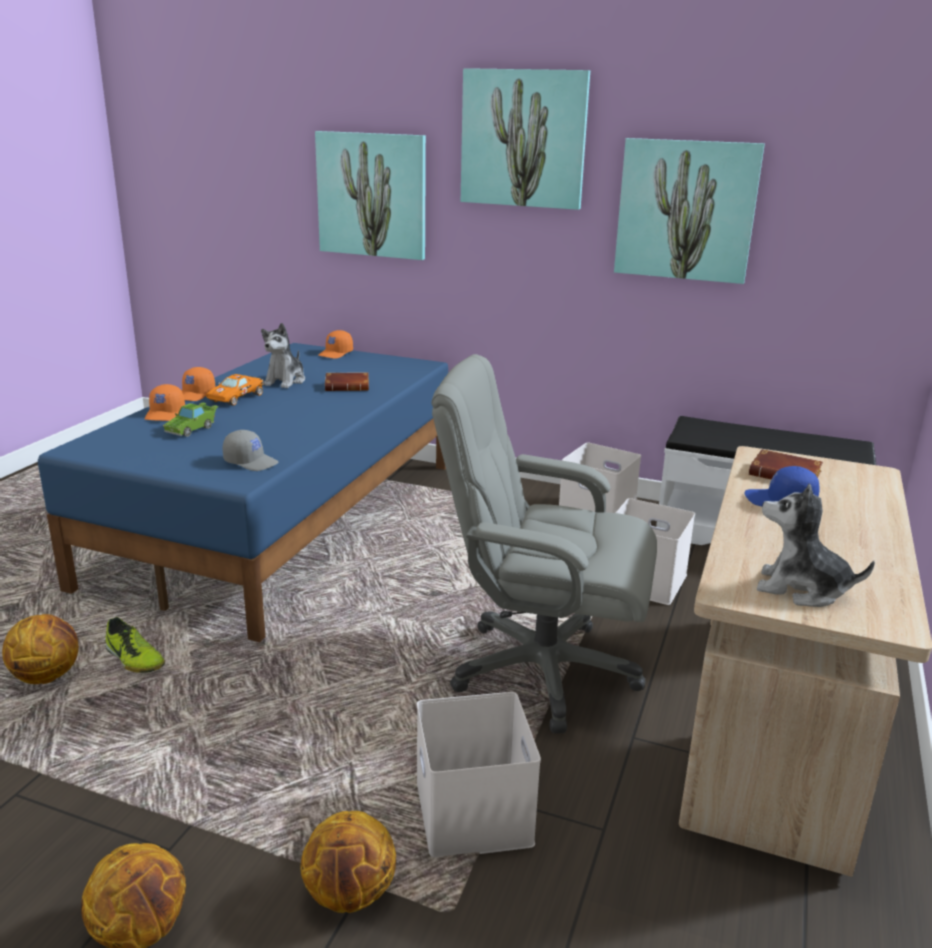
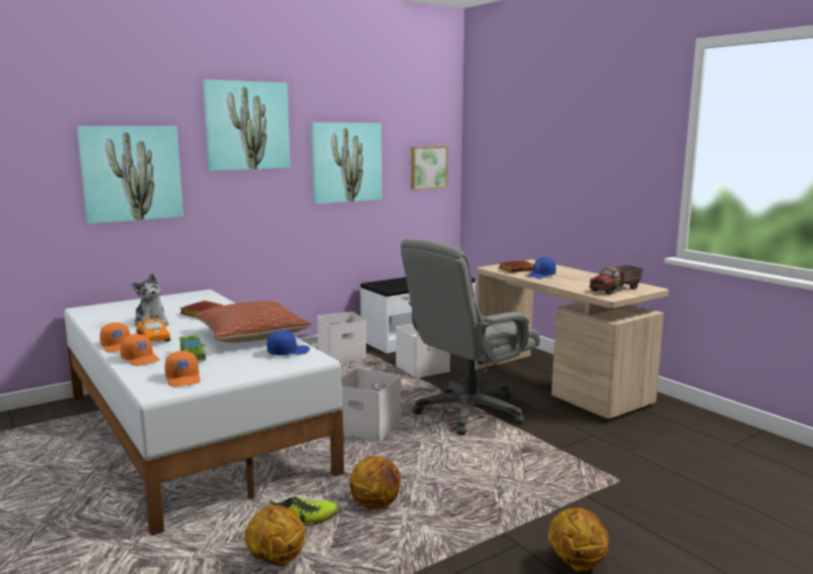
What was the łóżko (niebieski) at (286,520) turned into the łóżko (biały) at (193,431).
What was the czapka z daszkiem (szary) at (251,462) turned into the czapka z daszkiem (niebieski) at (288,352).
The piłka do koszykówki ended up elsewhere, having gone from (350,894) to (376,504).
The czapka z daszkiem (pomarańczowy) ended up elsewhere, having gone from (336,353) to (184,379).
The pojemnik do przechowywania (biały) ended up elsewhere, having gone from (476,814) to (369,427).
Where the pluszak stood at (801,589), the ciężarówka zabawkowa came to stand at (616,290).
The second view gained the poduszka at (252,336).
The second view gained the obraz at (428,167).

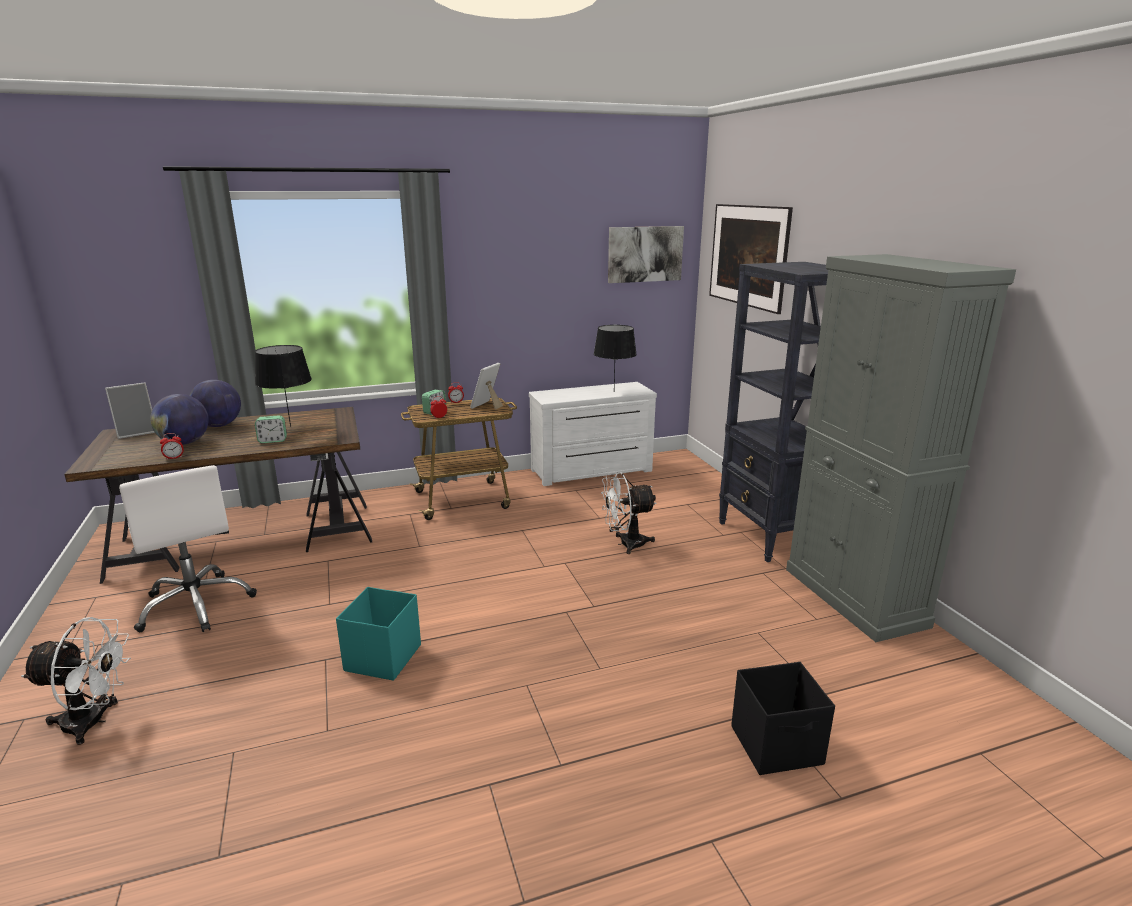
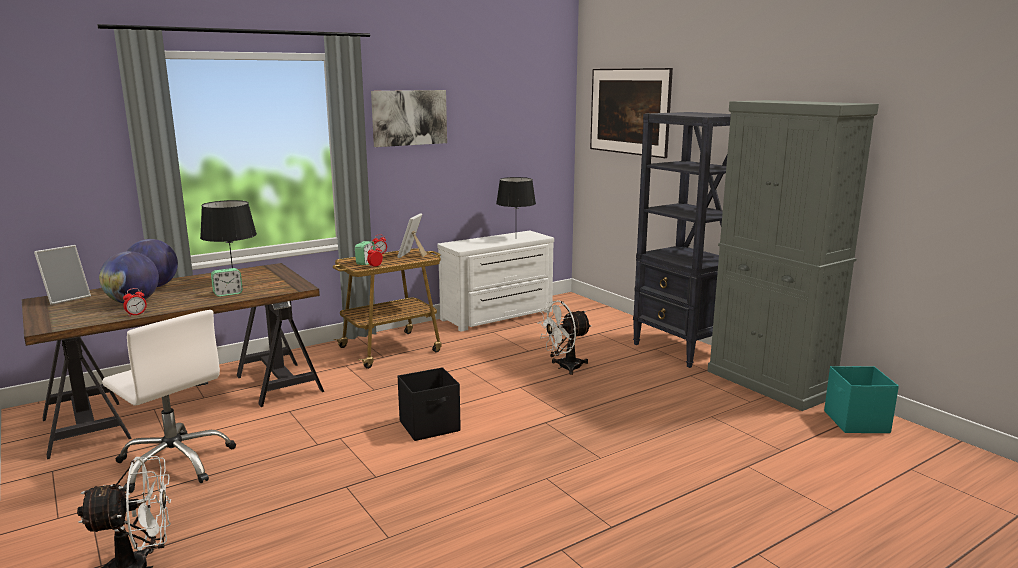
The pojemnik do przechowywania (turkusowy) ended up elsewhere, having gone from (382,658) to (856,422).
The obraz ended up elsewhere, having gone from (645,254) to (409,117).
The pojemnik do przechowywania (czarny) ended up elsewhere, having gone from (777,746) to (430,426).

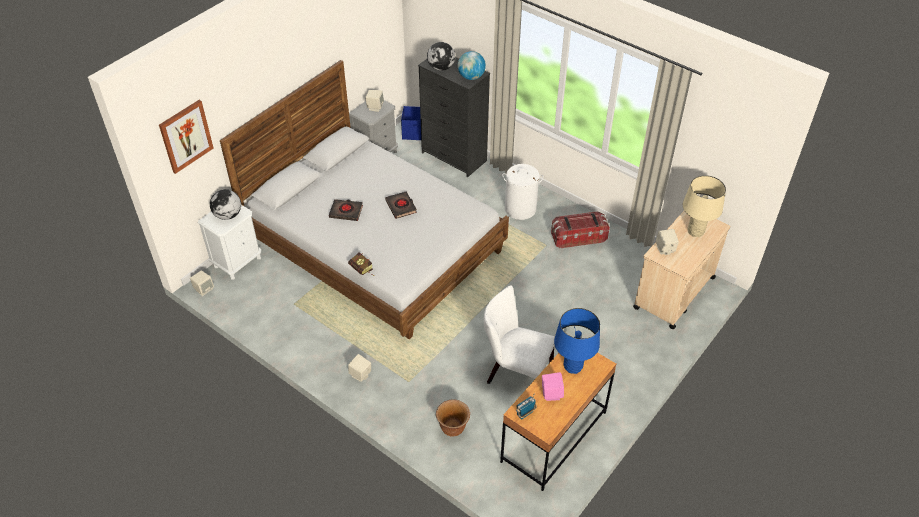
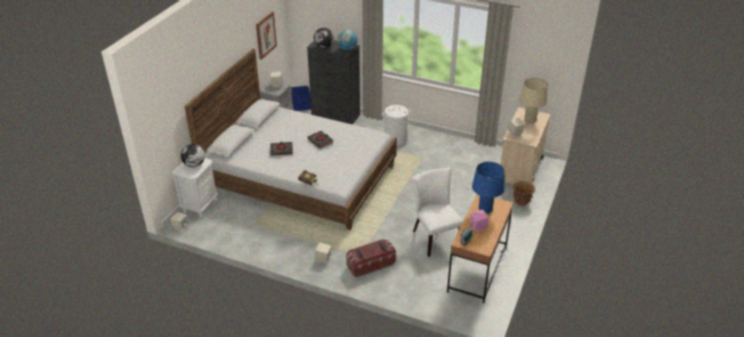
The obraz ended up elsewhere, having gone from (186,136) to (265,35).
The donica (brązowy) ended up elsewhere, having gone from (453,428) to (521,201).
The krzesło (biały) at (515,373) ended up facing another way, 60 degrees clockwise from before.
The pojemnik do przechowywania ended up elsewhere, having gone from (578,237) to (370,264).

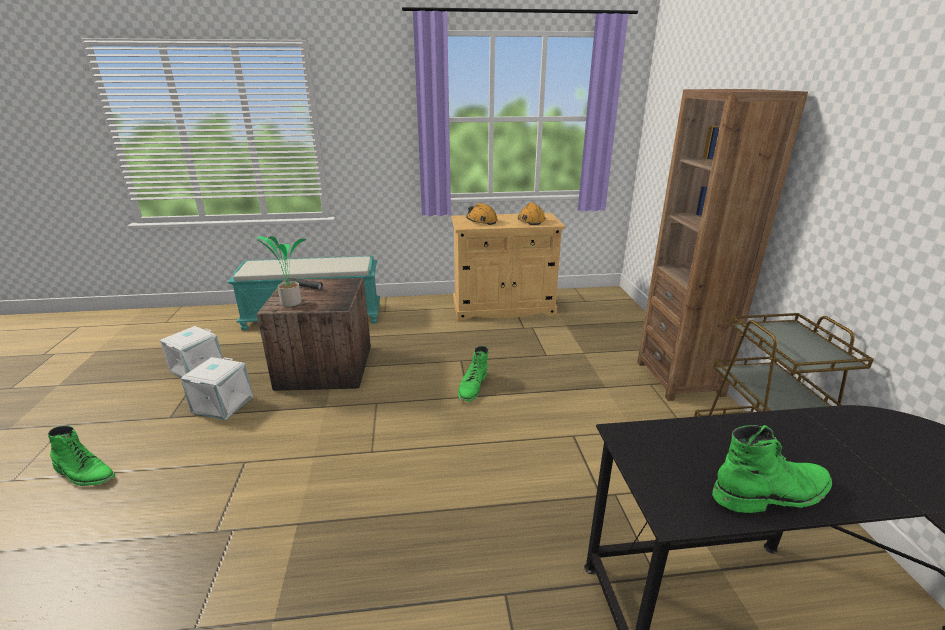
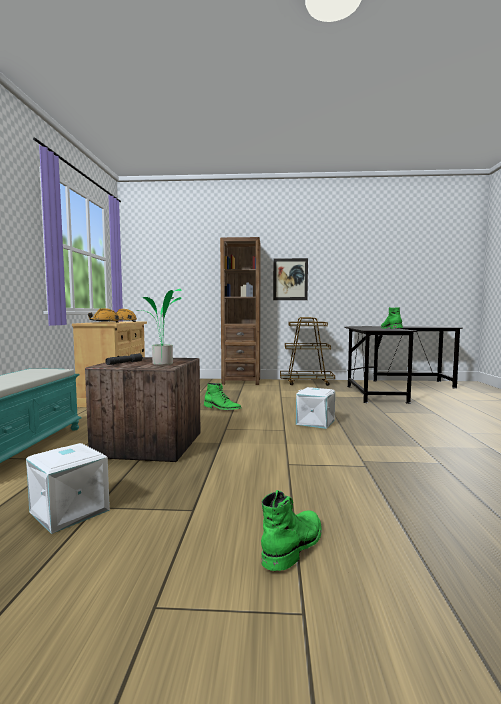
The pojemnik do przechowywania (biały) ended up elsewhere, having gone from (223,405) to (316,422).
The second view gained the obraz at (290,279).

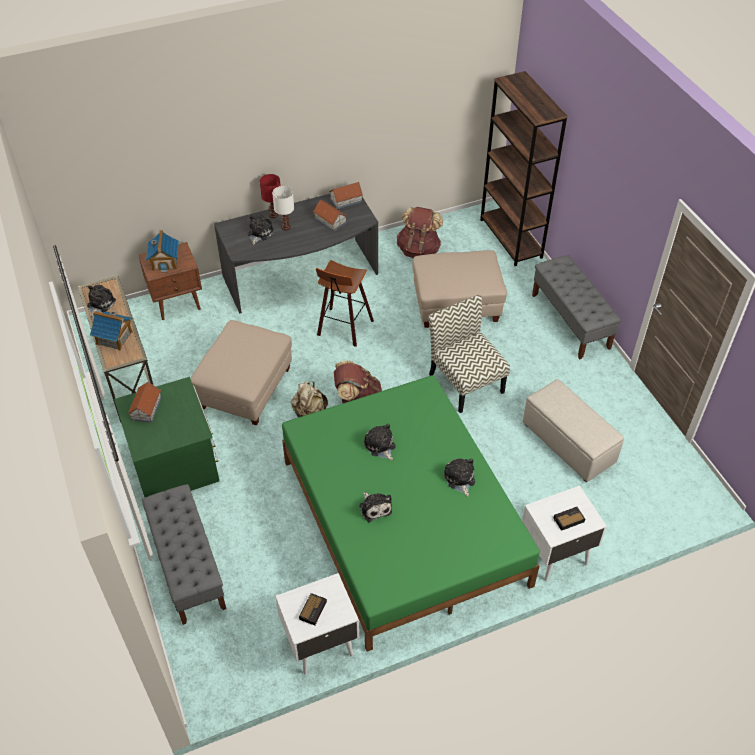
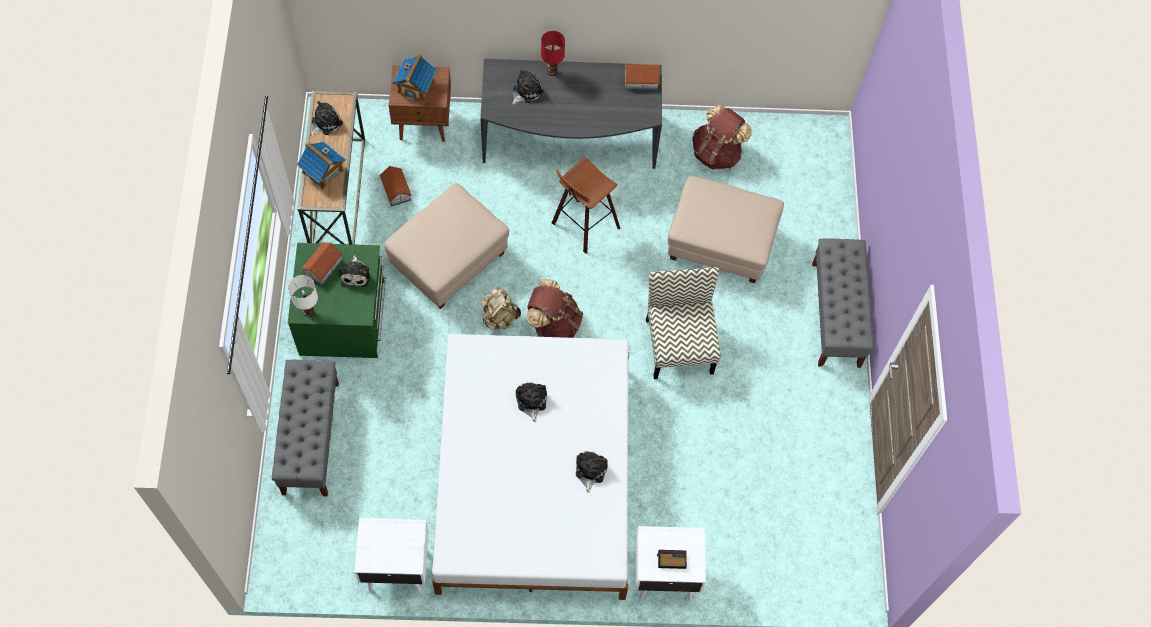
The lampa stołowa (biały) ended up elsewhere, having gone from (285,227) to (308,311).
What was the łóżko (zielony) at (403,521) turned into the łóżko (biały) at (533,477).
The second view lost the budzik at (313,610).
The domek ended up elsewhere, having gone from (330,220) to (396,190).
The pluszak ended up elsewhere, having gone from (374,507) to (355,274).
The second view lost the regał (brązowy) at (511,238).
The second view lost the pufa (beżowy) at (568,444).

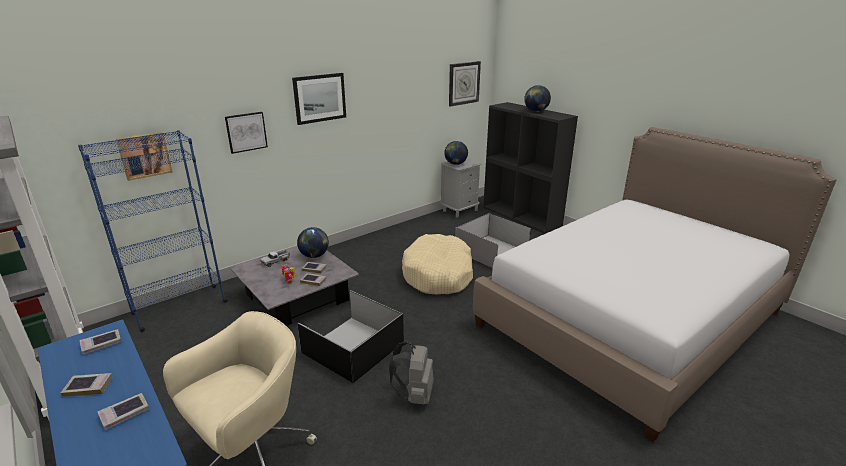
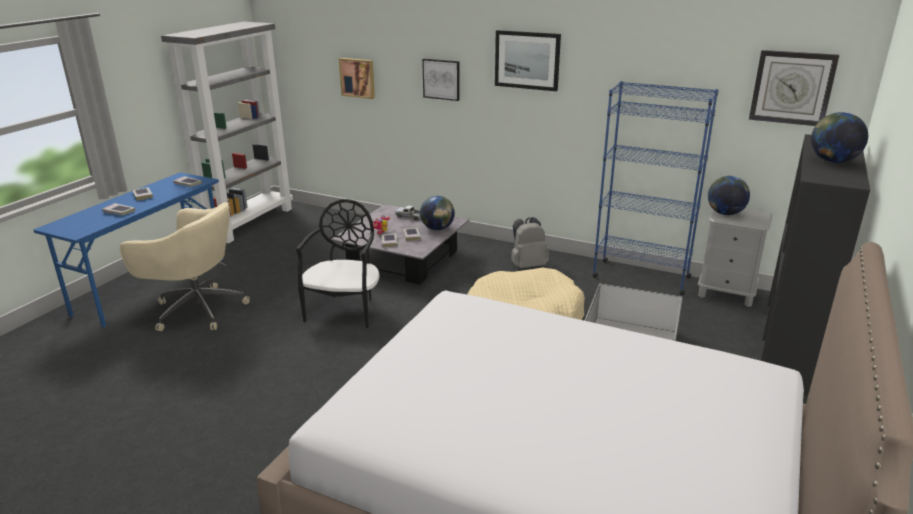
The regał (niebieski) ended up elsewhere, having gone from (179,308) to (640,277).
Where the pojemnik do przechowywania (czarny) stood at (353,347), the krzesło (czarny) came to stand at (345,310).
The plecak (szary) ended up elsewhere, having gone from (415,394) to (527,265).

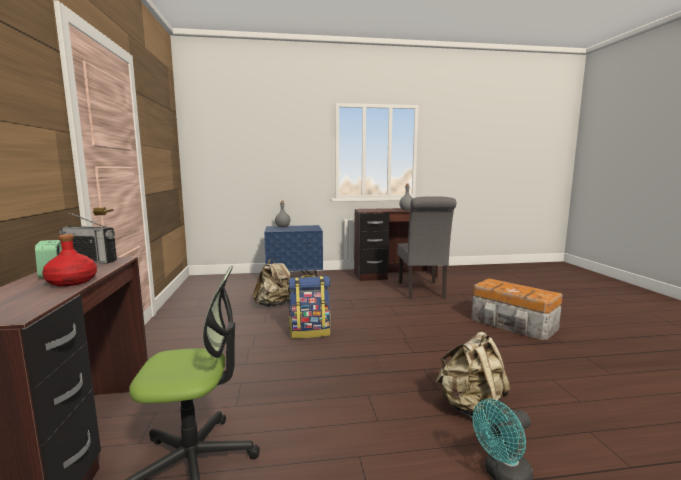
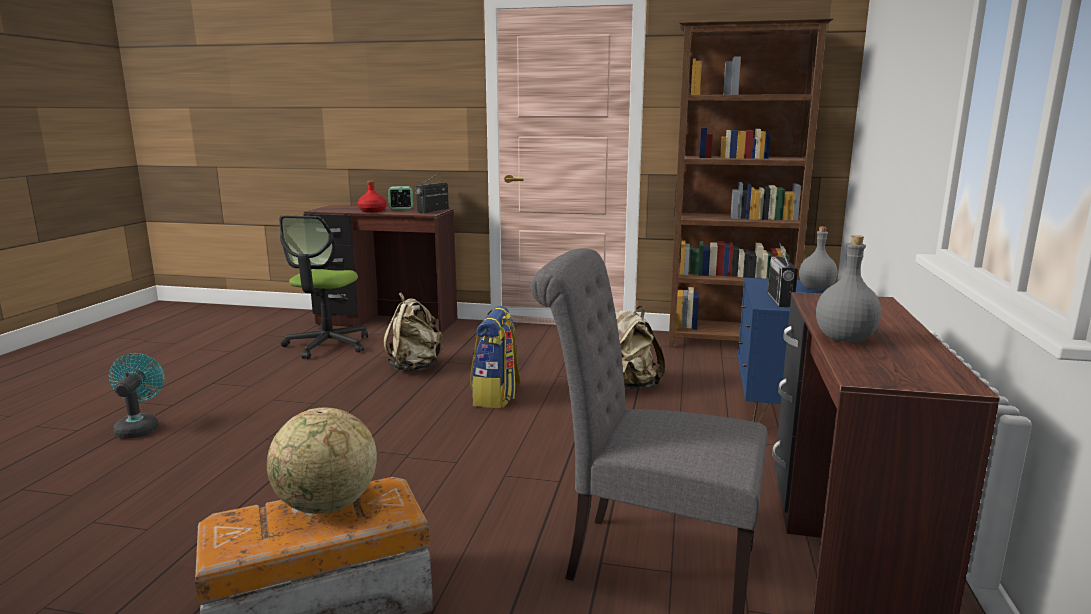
The plecak (beżowy) ended up elsewhere, having gone from (471,408) to (415,367).
The second view gained the globus at (327,506).
The second view gained the regał (brązowy) at (730,343).
The second view gained the radio at (780,300).

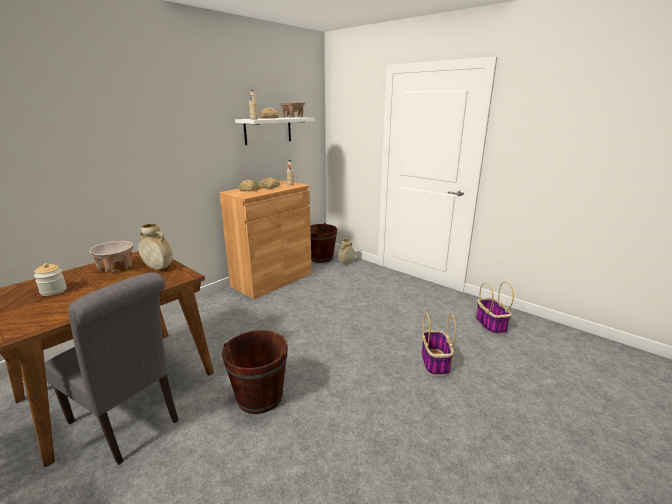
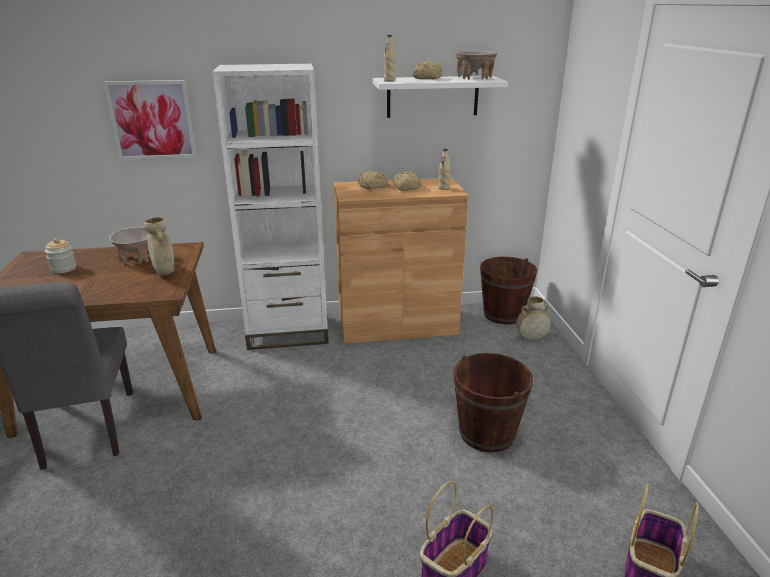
The wiadro (brązowy) ended up elsewhere, having gone from (259,397) to (487,433).
The second view gained the obraz at (152,120).
The second view gained the regał (biały) at (288,332).

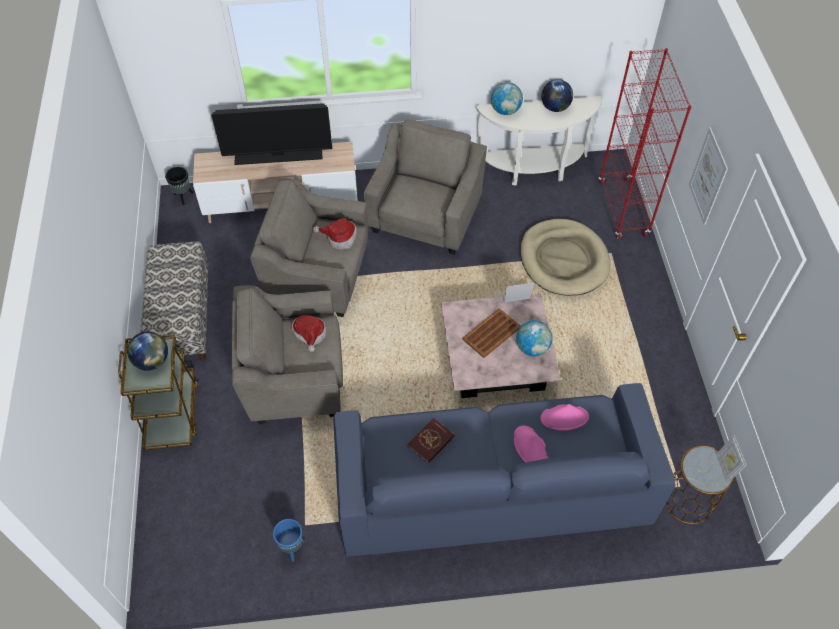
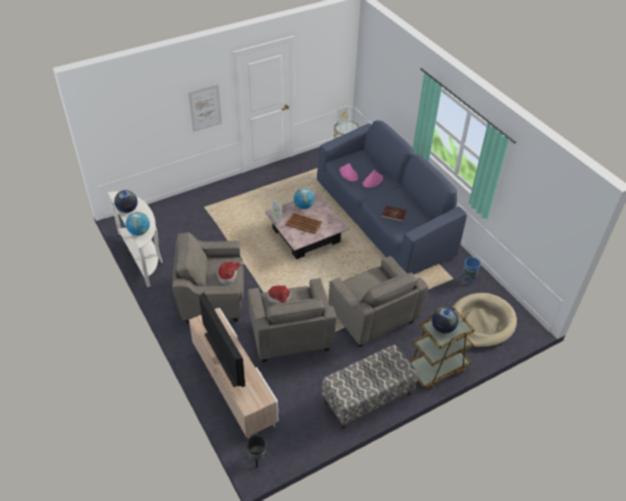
The kapelusz ended up elsewhere, having gone from (310,335) to (228,276).
The legowisko (beżowy) ended up elsewhere, having gone from (563,260) to (481,323).
The second view lost the regał (czerwony) at (623,209).

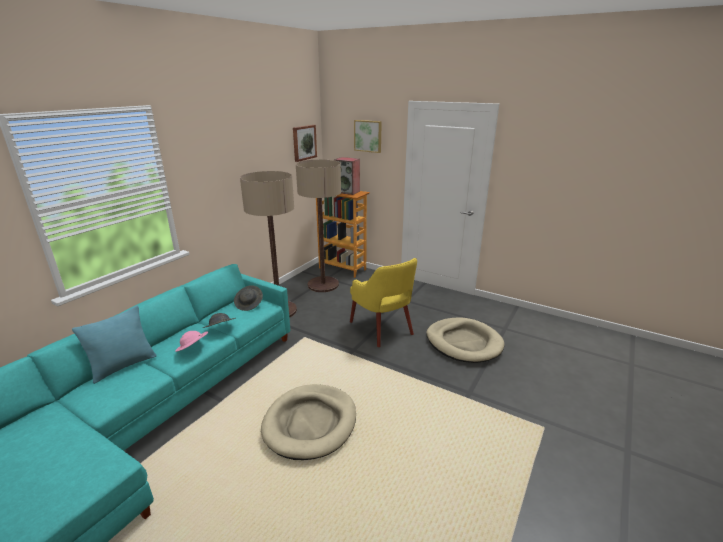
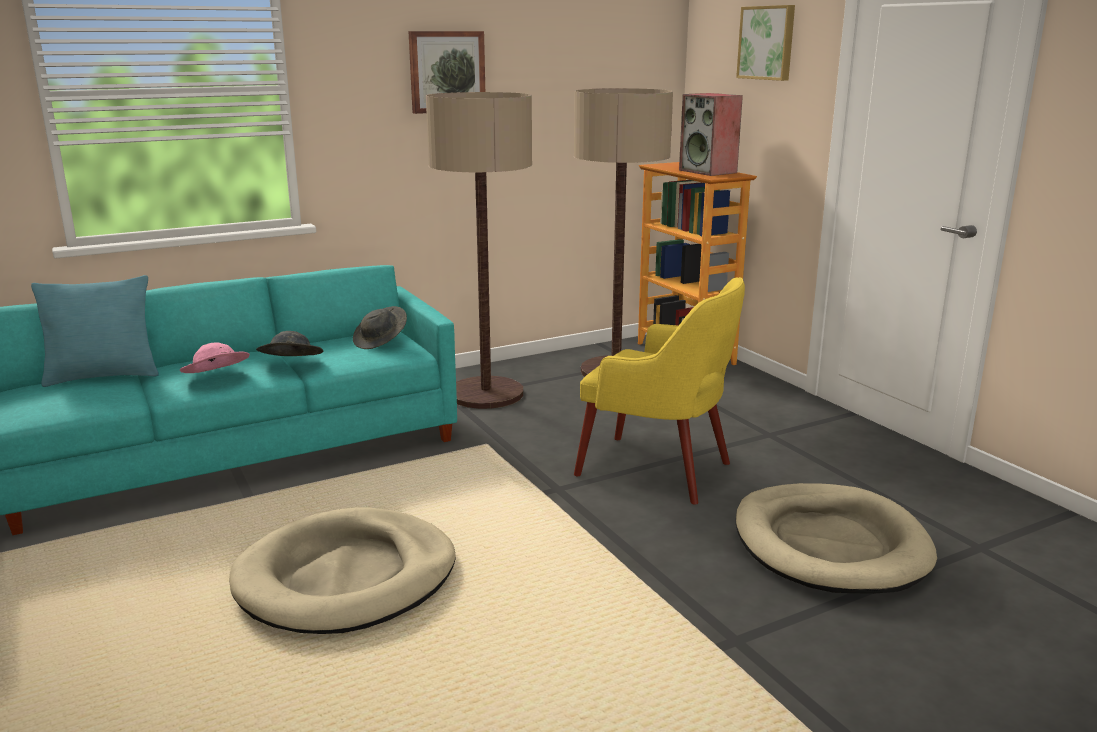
The obraz ended up elsewhere, having gone from (304,142) to (446,72).
The fotel (żółty) at (382,329) ended up facing another way, 60 degrees counterclockwise from before.

